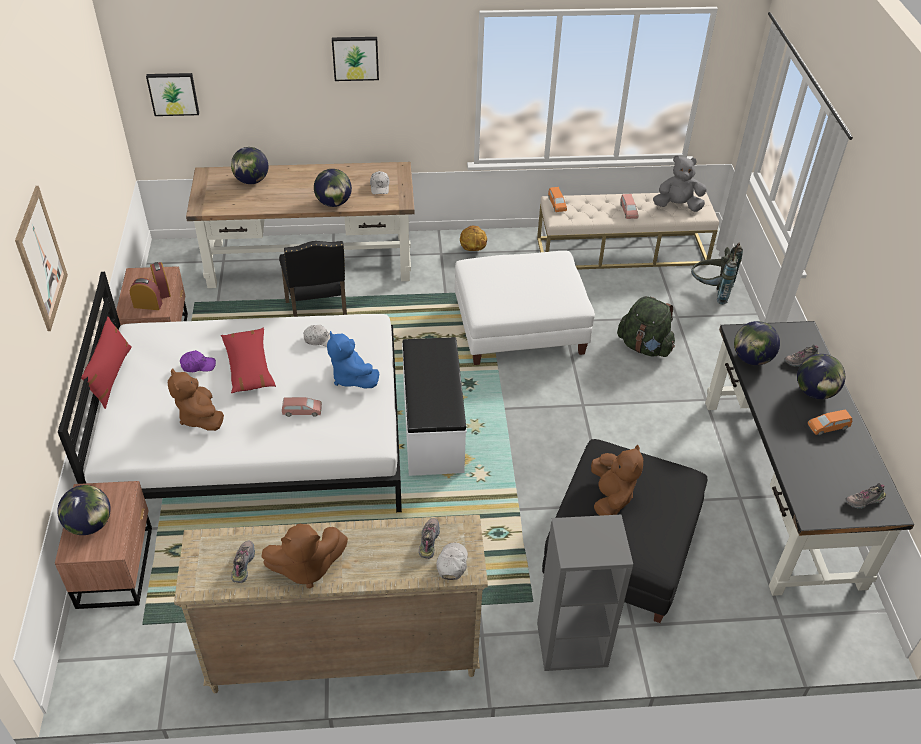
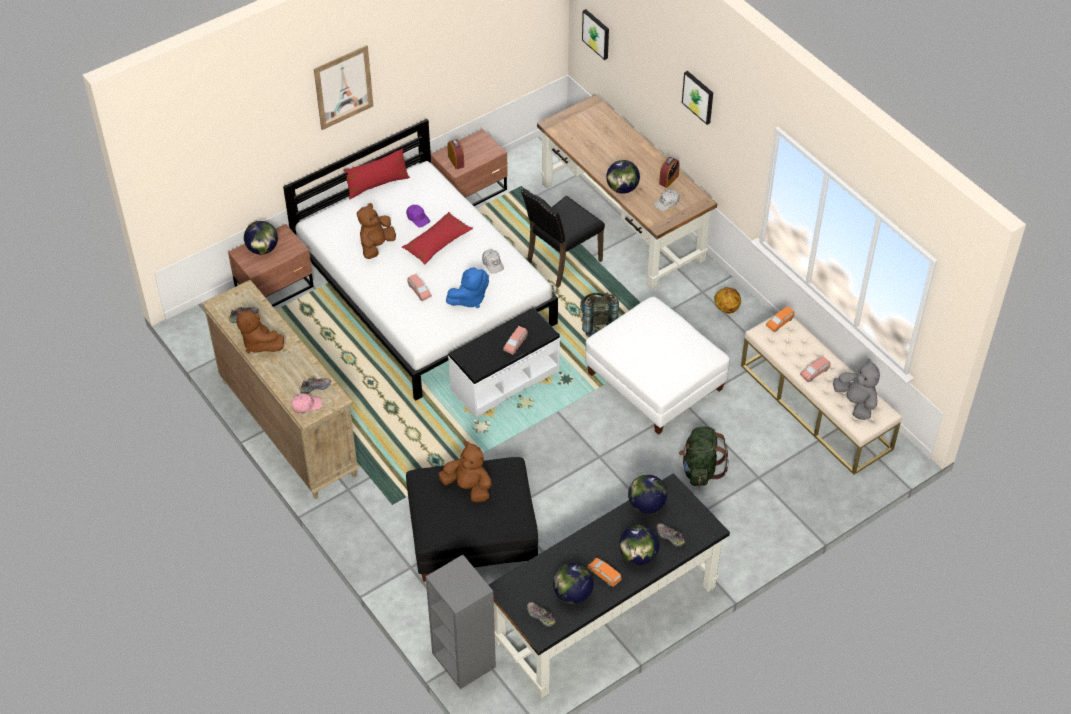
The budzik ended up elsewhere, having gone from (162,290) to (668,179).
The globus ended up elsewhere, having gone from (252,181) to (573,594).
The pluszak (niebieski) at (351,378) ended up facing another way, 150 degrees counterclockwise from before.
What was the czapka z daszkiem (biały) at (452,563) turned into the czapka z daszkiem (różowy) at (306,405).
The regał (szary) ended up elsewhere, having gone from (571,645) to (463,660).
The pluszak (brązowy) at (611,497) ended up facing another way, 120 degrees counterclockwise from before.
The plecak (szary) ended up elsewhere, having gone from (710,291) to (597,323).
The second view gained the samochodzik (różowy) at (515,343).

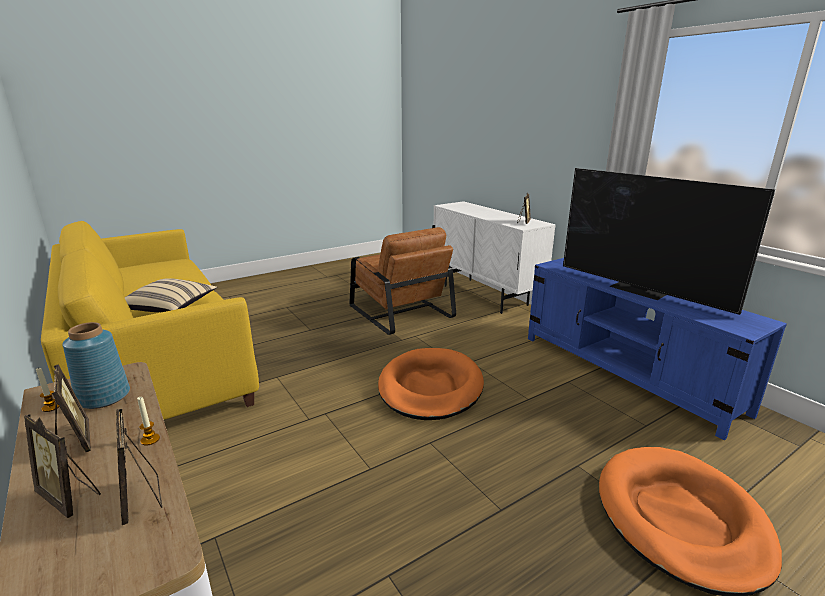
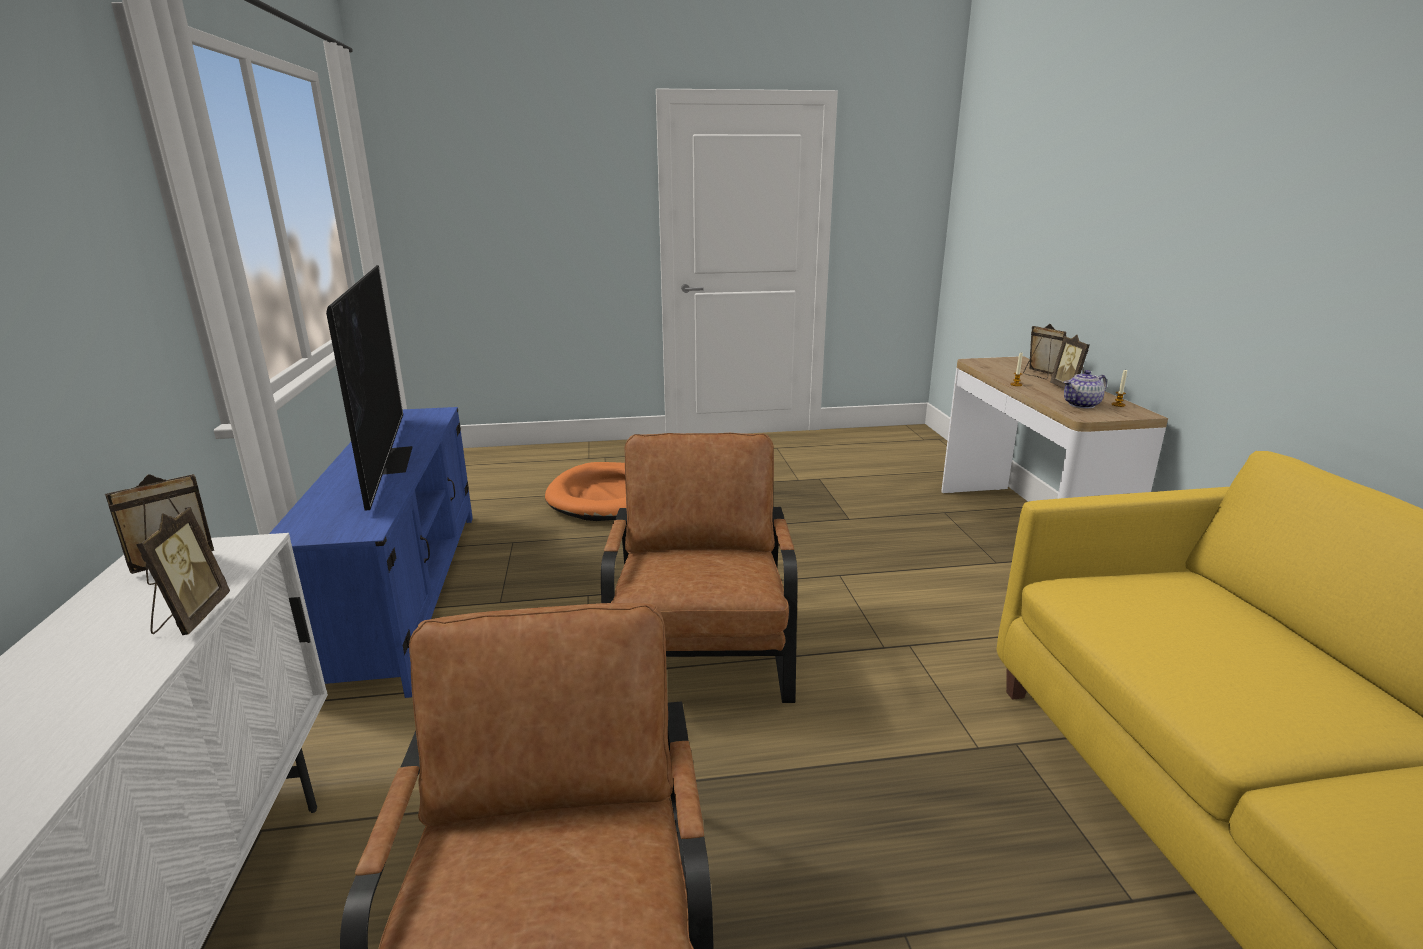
Where the wazon (niebieski) stood at (103,397), the imbryk came to stand at (1082,405).
The ramka na zdjęcie ended up elsewhere, having gone from (141,498) to (191,617).
The second view lost the poduszka (beżowy) at (171,308).
Where the legowisko (pomarańczowy) stood at (430,387), the fotel (brązowy) came to stand at (702,645).

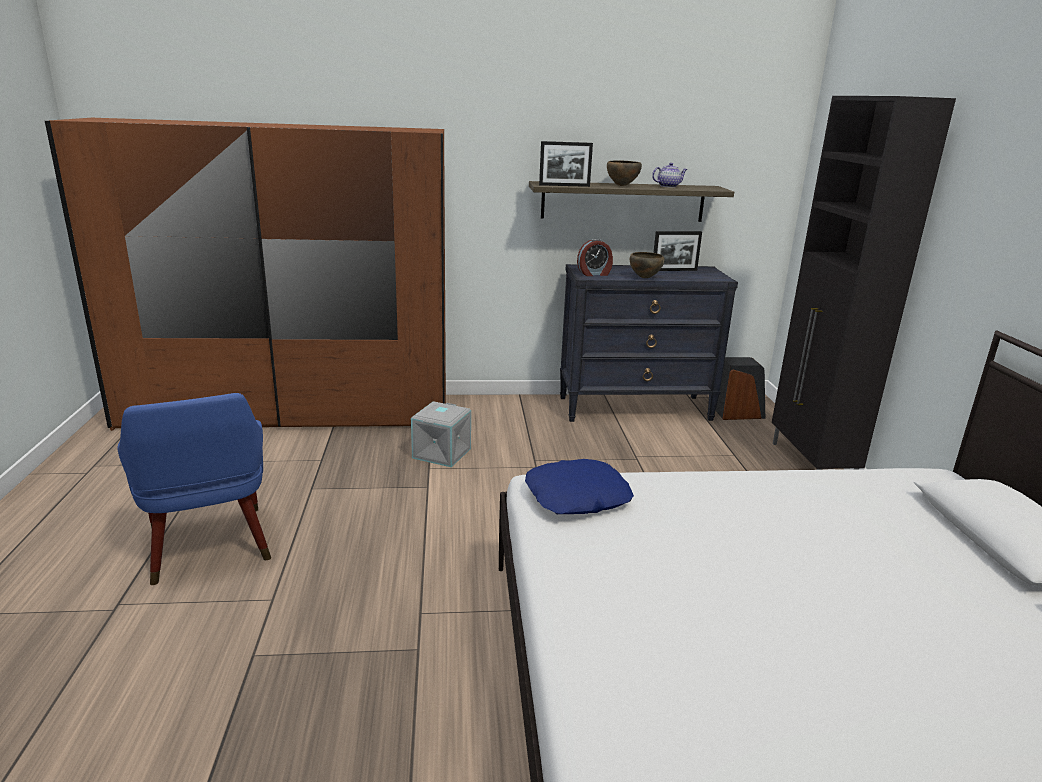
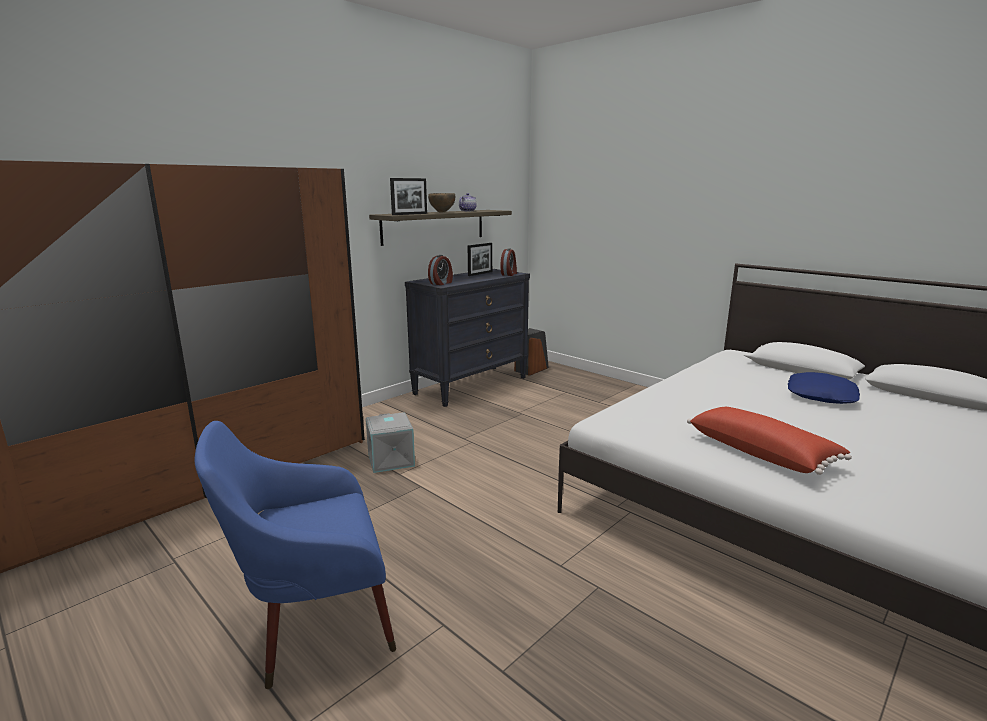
The fotel (niebieski) at (209,549) ended up facing another way, 135 degrees clockwise from before.
The poduszka (niebieski) ended up elsewhere, having gone from (577,497) to (822,395).
The second view lost the miska (brązowy) at (644,278).
The second view lost the szafka (czarny) at (810,465).
The second view gained the budzik at (509,274).
The second view gained the poduszka (czerwony) at (761,453).

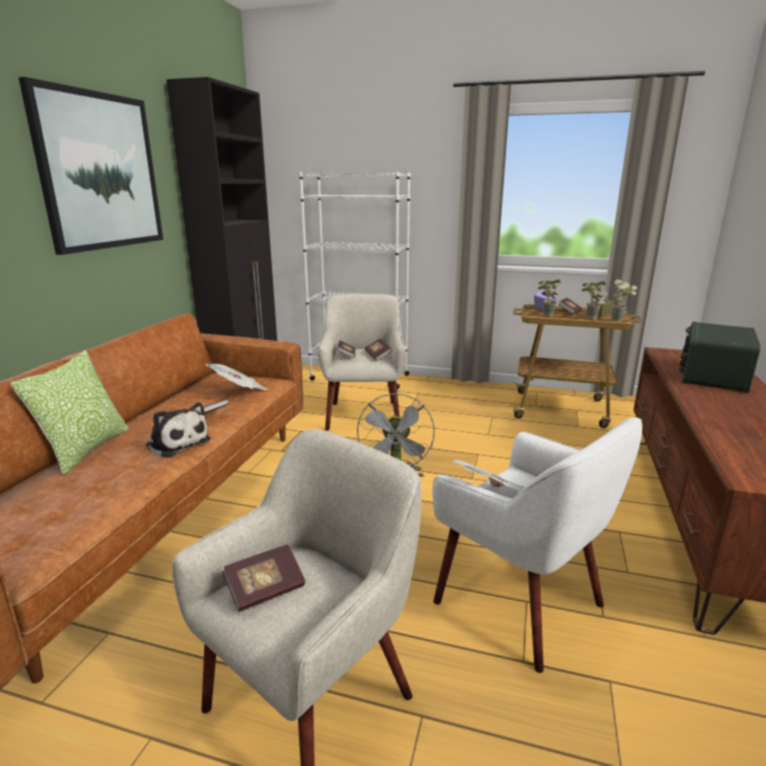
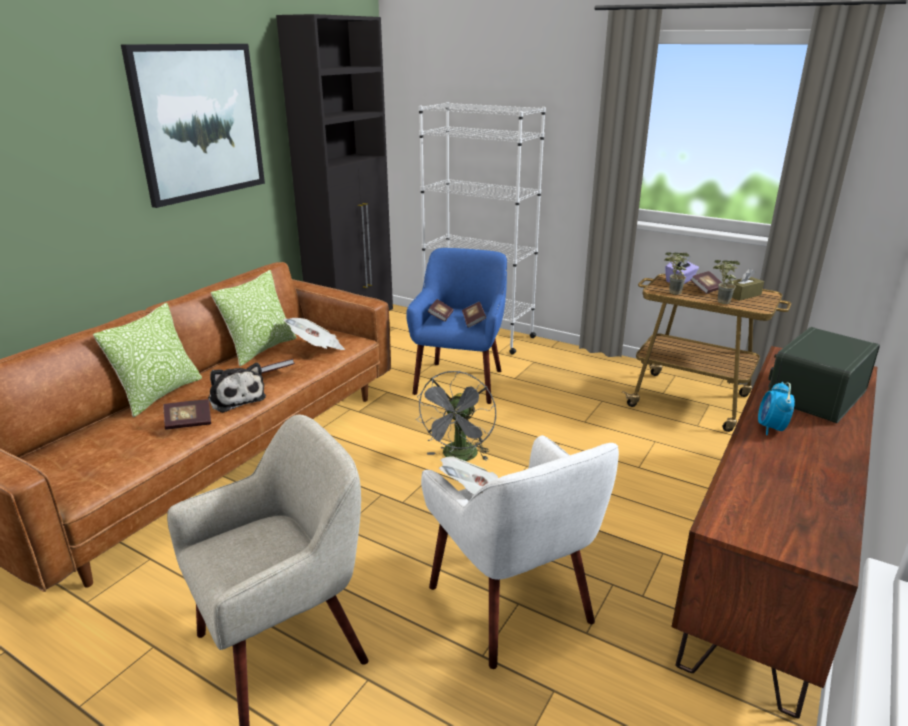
The książka ended up elsewhere, having gone from (265,589) to (188,423).
What was the fotel (beżowy) at (363,415) turned into the fotel (niebieski) at (460,381).
The second view lost the roślina doniczkowa at (620,320).
The second view gained the poduszka at (261,349).
The second view gained the budzik at (771,428).

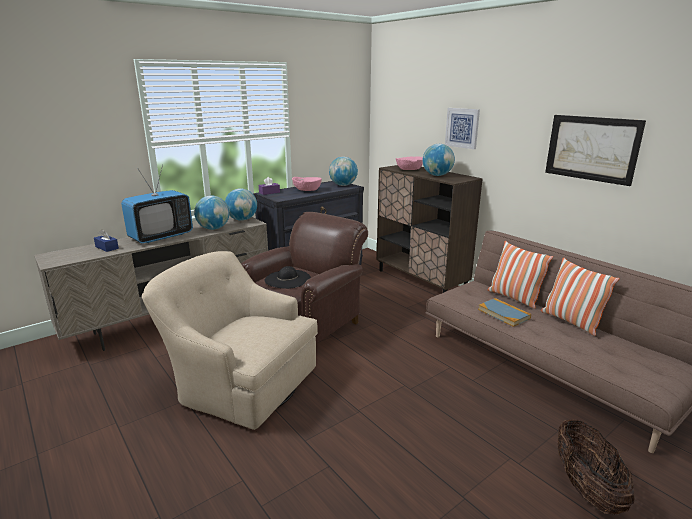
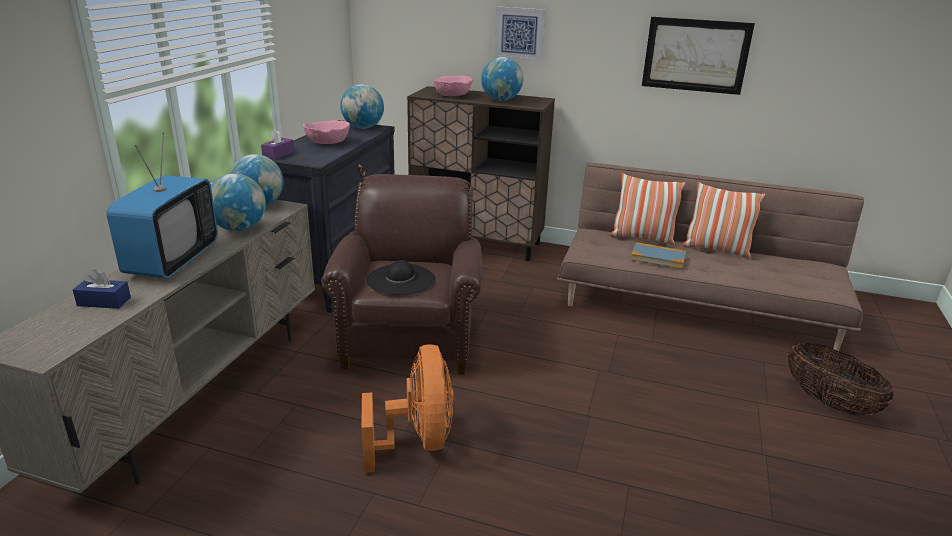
Where the fotel (beżowy) stood at (240,382), the wentylator (pomarańczowy) came to stand at (417,441).

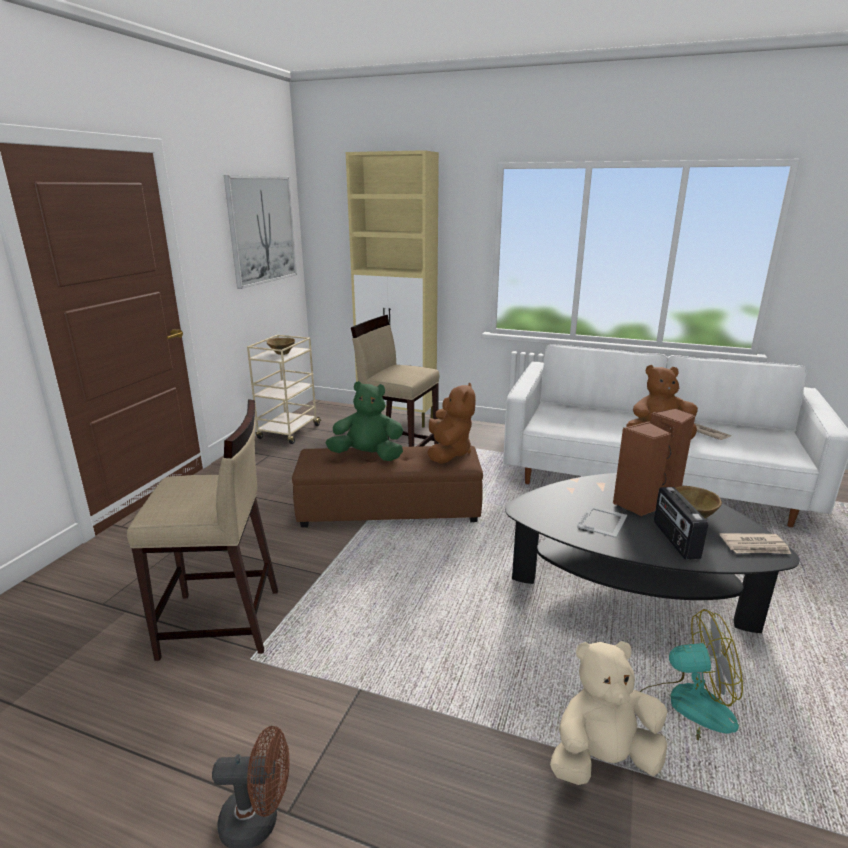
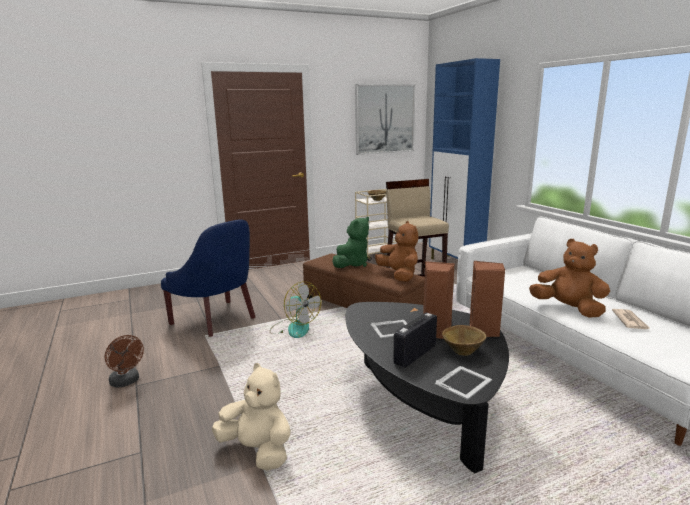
Where the stołek (beżowy) stood at (222,623), the fotel (niebieski) came to stand at (217,319).
The pluszak (zielony) at (368,456) ended up facing another way, 75 degrees clockwise from before.
What was the szafka (beżowy) at (398,418) turned into the szafka (niebieski) at (456,264).
The pluszak (brązowy) at (448,453) ended up facing another way, 75 degrees counterclockwise from before.
The wentylator ended up elsewhere, having gone from (685,708) to (294,328).
Where the gazeta stood at (755,546), the ramka na zdjęcie came to stand at (464,382).

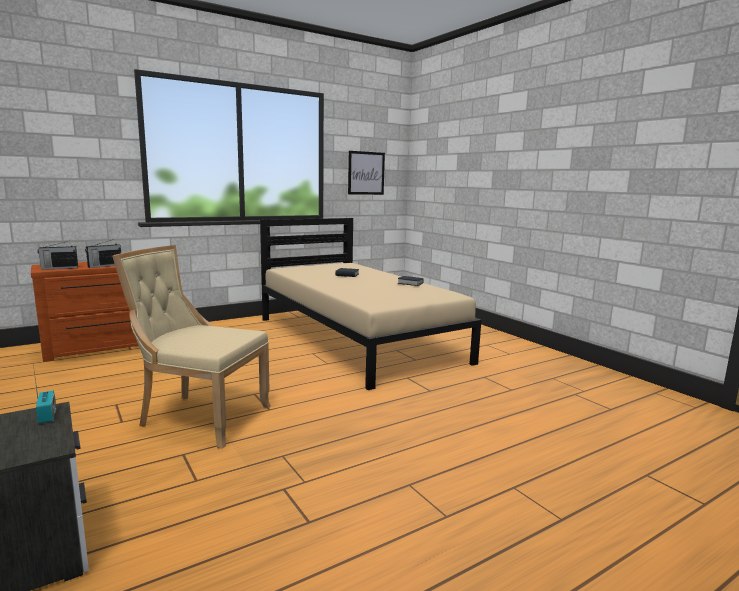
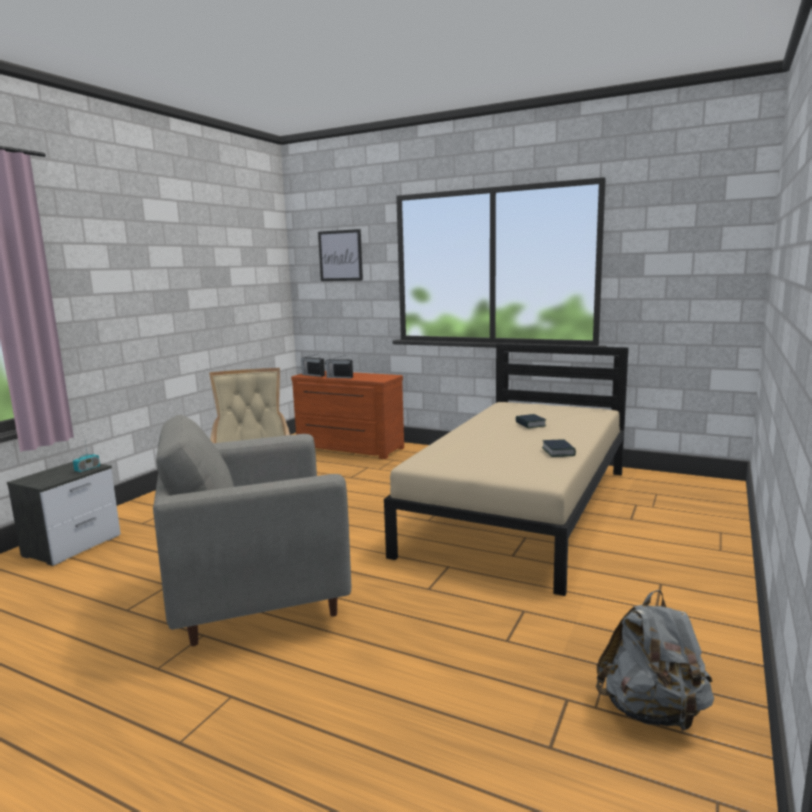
The obraz ended up elsewhere, having gone from (366,173) to (340,255).
The second view gained the fotel (szary) at (258,600).
The second view gained the plecak (szary) at (652,711).

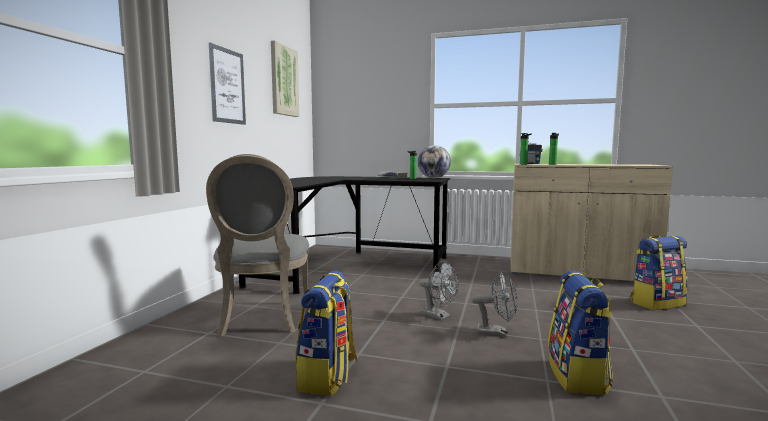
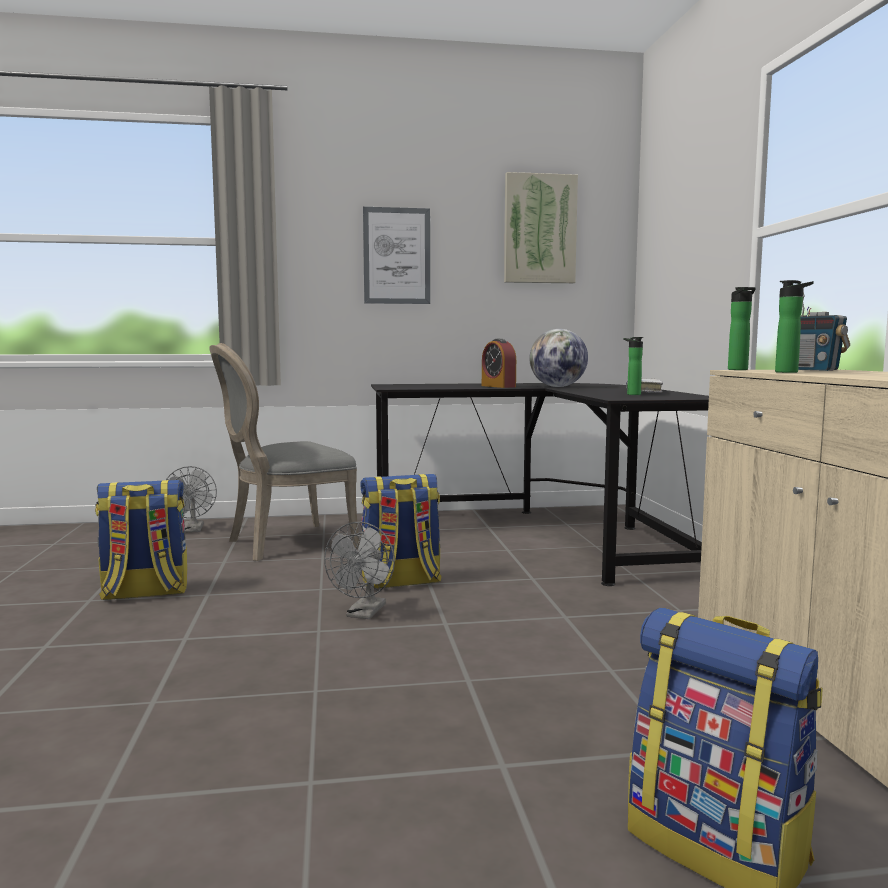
The globus ended up elsewhere, having gone from (434,178) to (558,387).
The wentylator (szary) ended up elsewhere, having gone from (496,333) to (192,530).
The plecak ended up elsewhere, having gone from (578,377) to (400,582).
The second view gained the budzik at (498,386).

